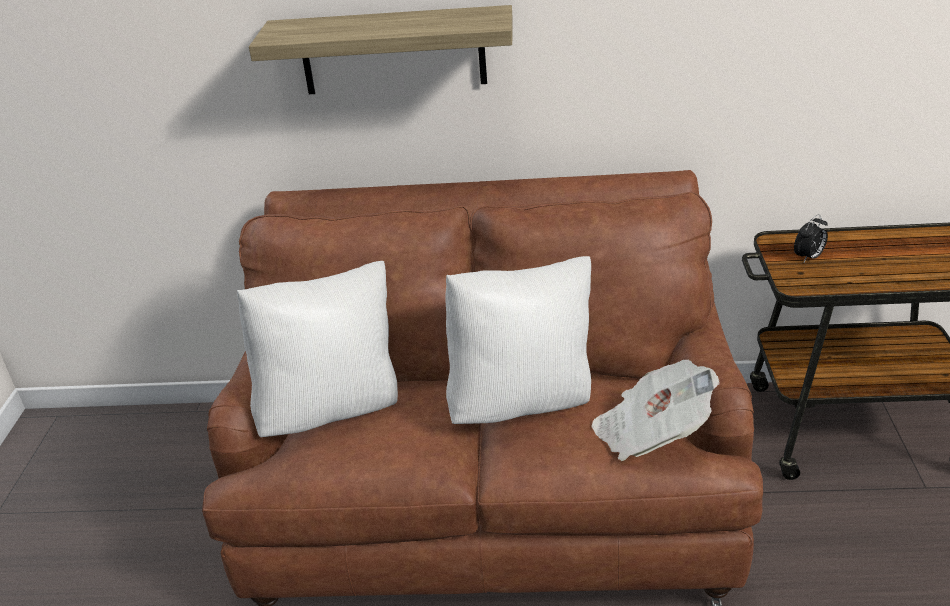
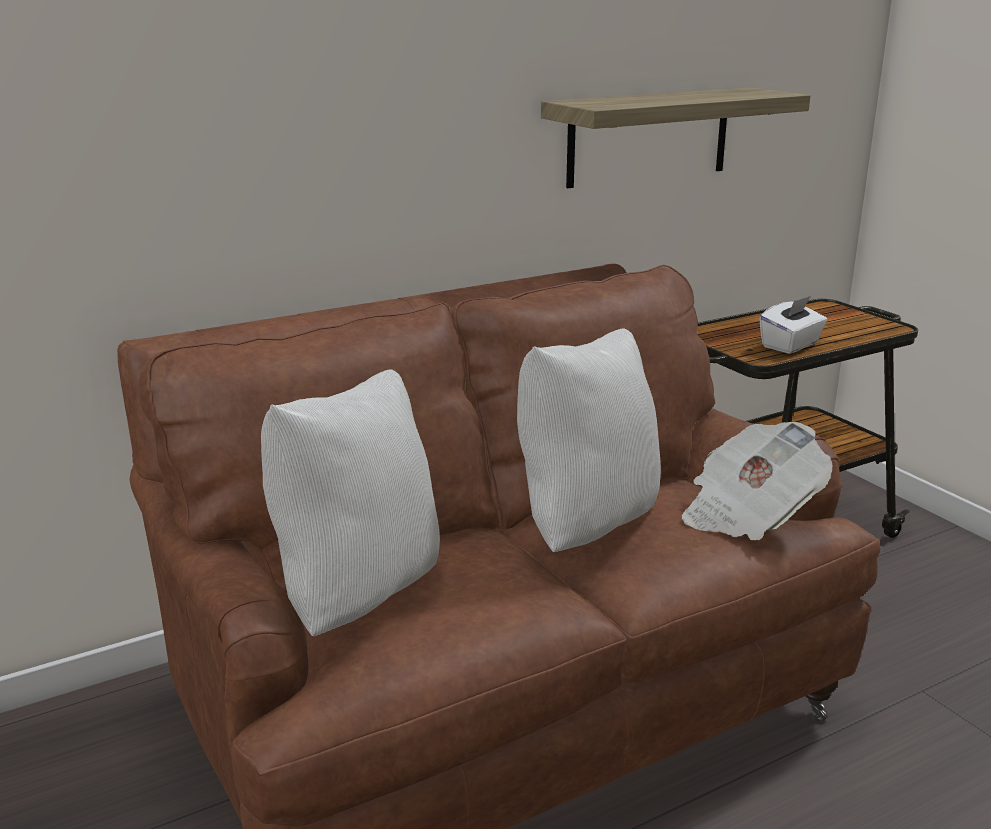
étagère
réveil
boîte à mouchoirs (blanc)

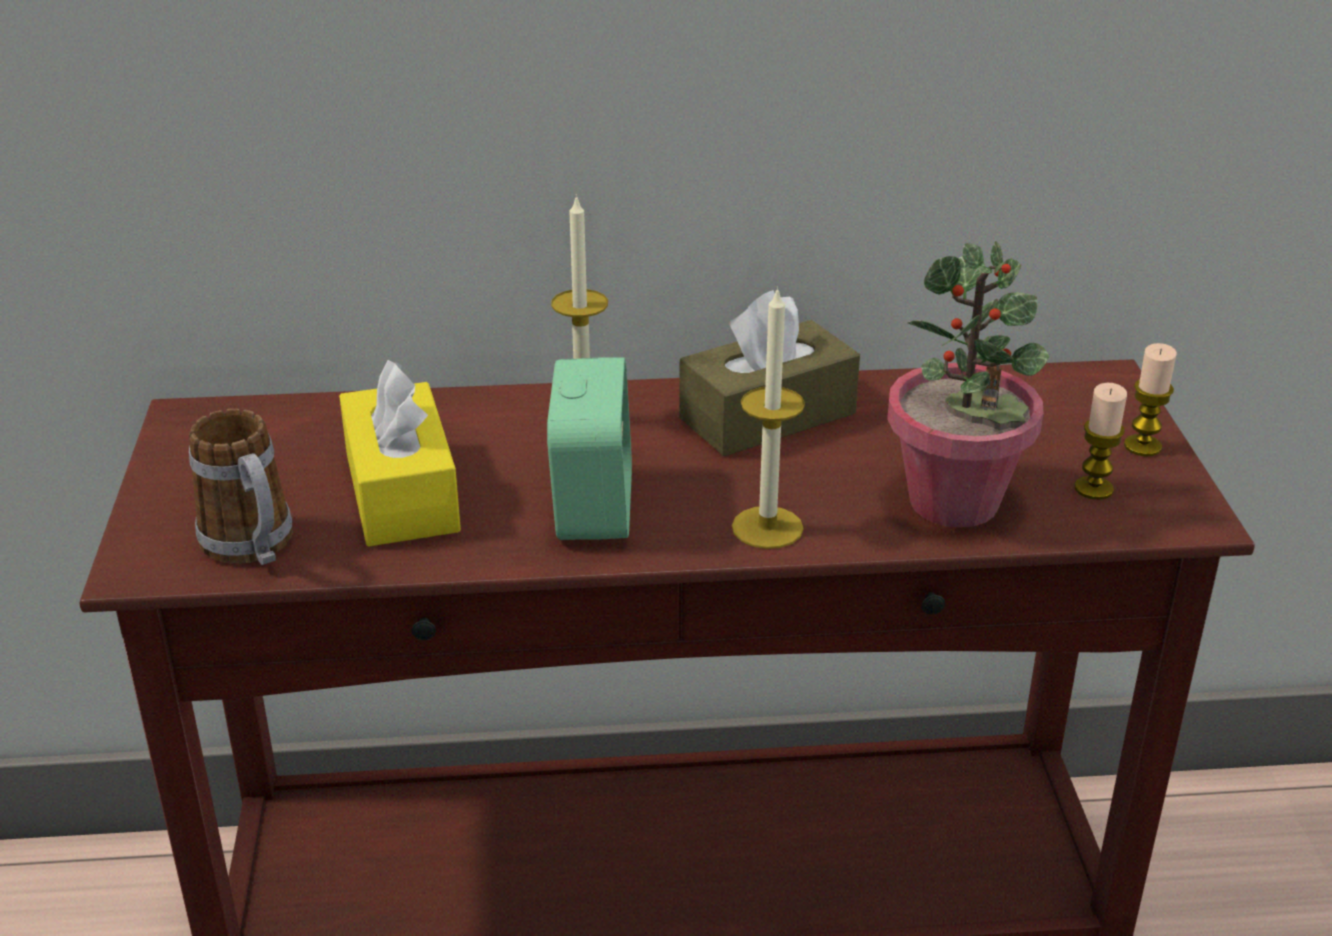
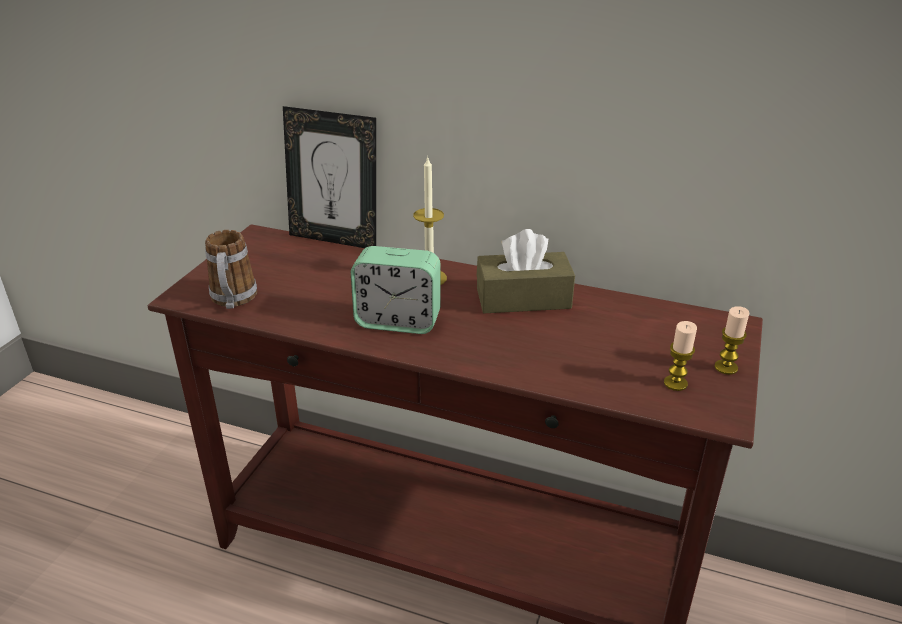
boîte à mouchoirs (jaune)
réveil
bougie (no. 2 from left in the first image)
plante en pot
cadre photo

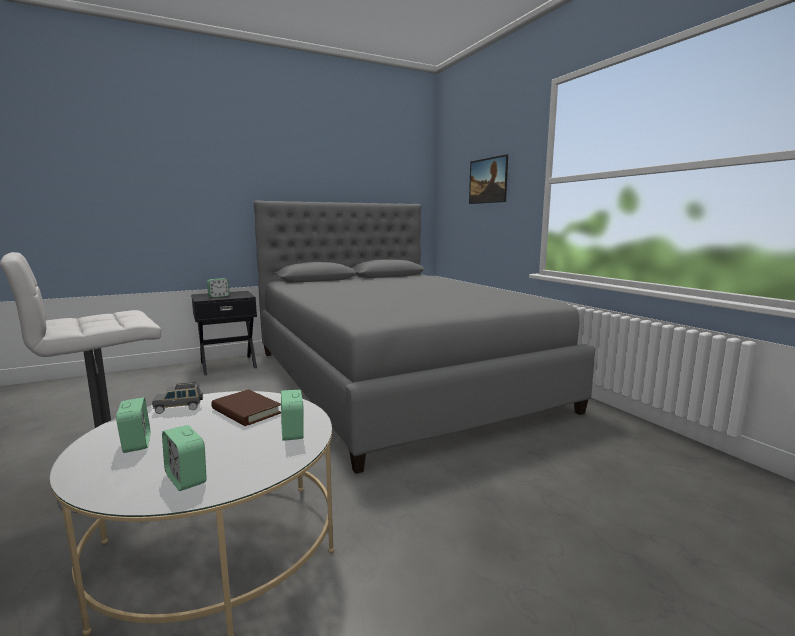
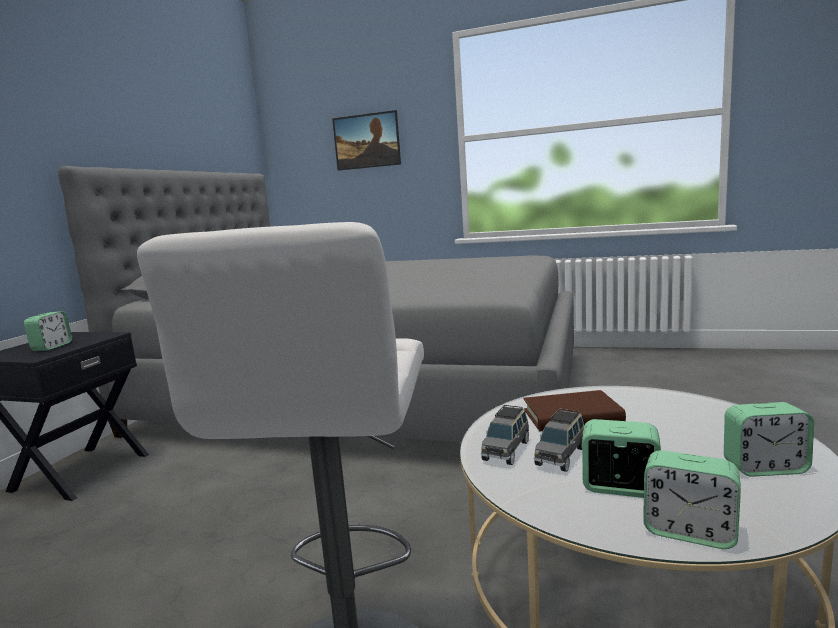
réveil (no. 3 from left)
petite voiture (gris) (no. 2 from left)

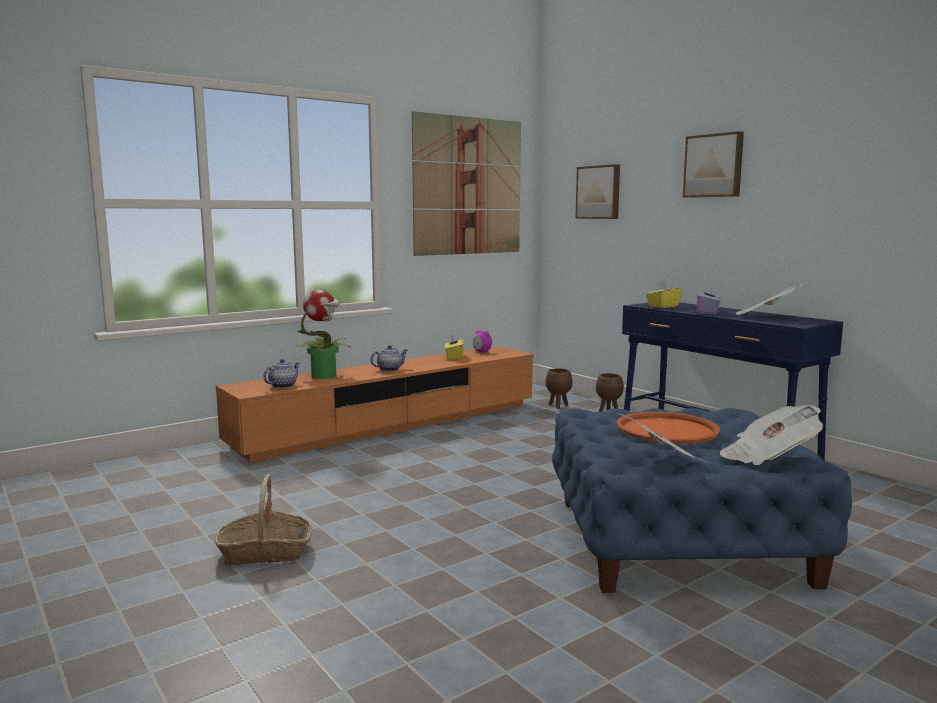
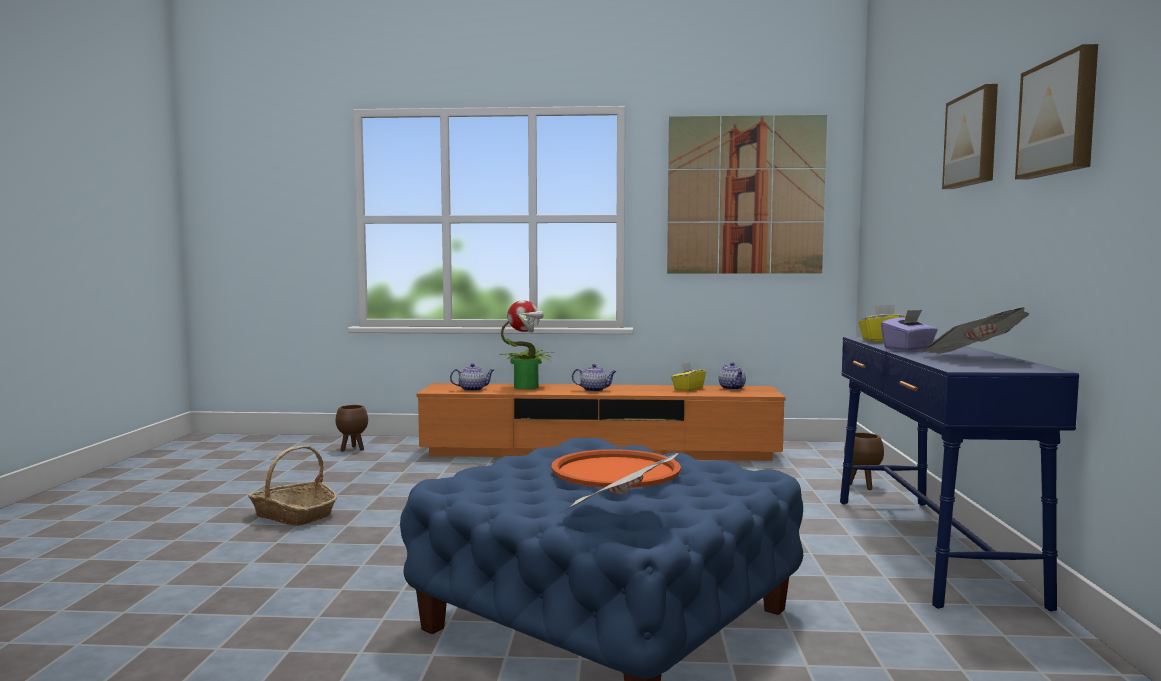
théière (no. 3 from left)
cache-pot (marron) (no. 1 from left)
tableau (no. 3 from left)
journal (no. 1 from left in the first image)

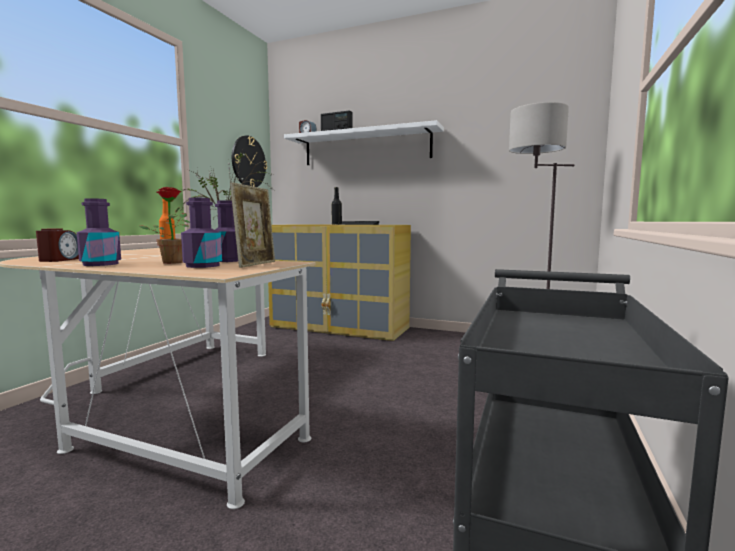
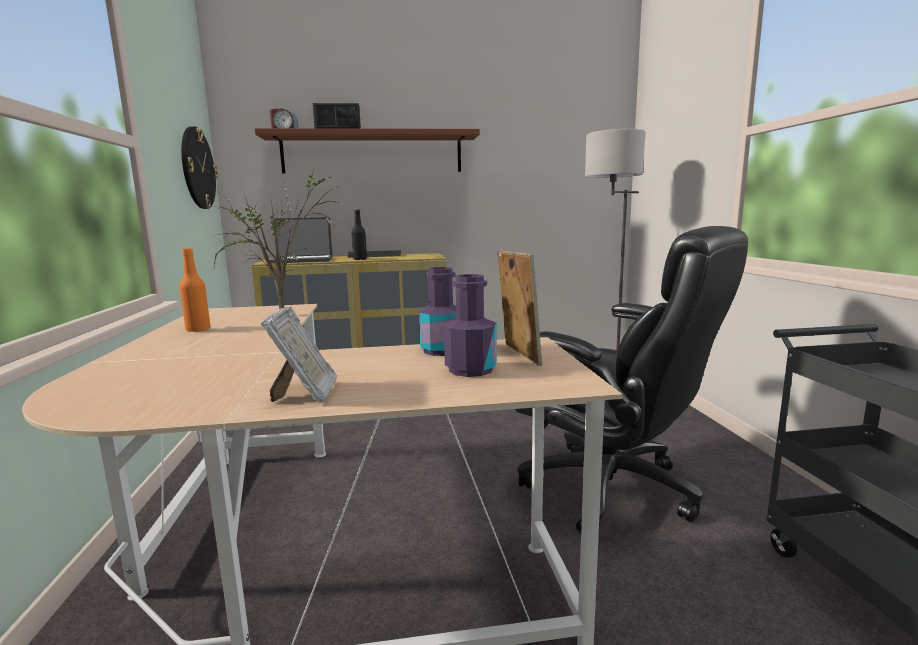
réveil (no. 1 from left in the first image)
cadre photo (no. 1 from left)
plante en pot (no. 1 from left in the first image)
étagère (marron)
ordinateur portable
chaise de bureau (noir)

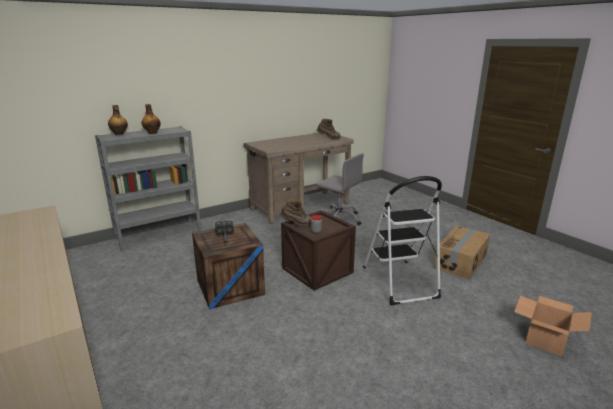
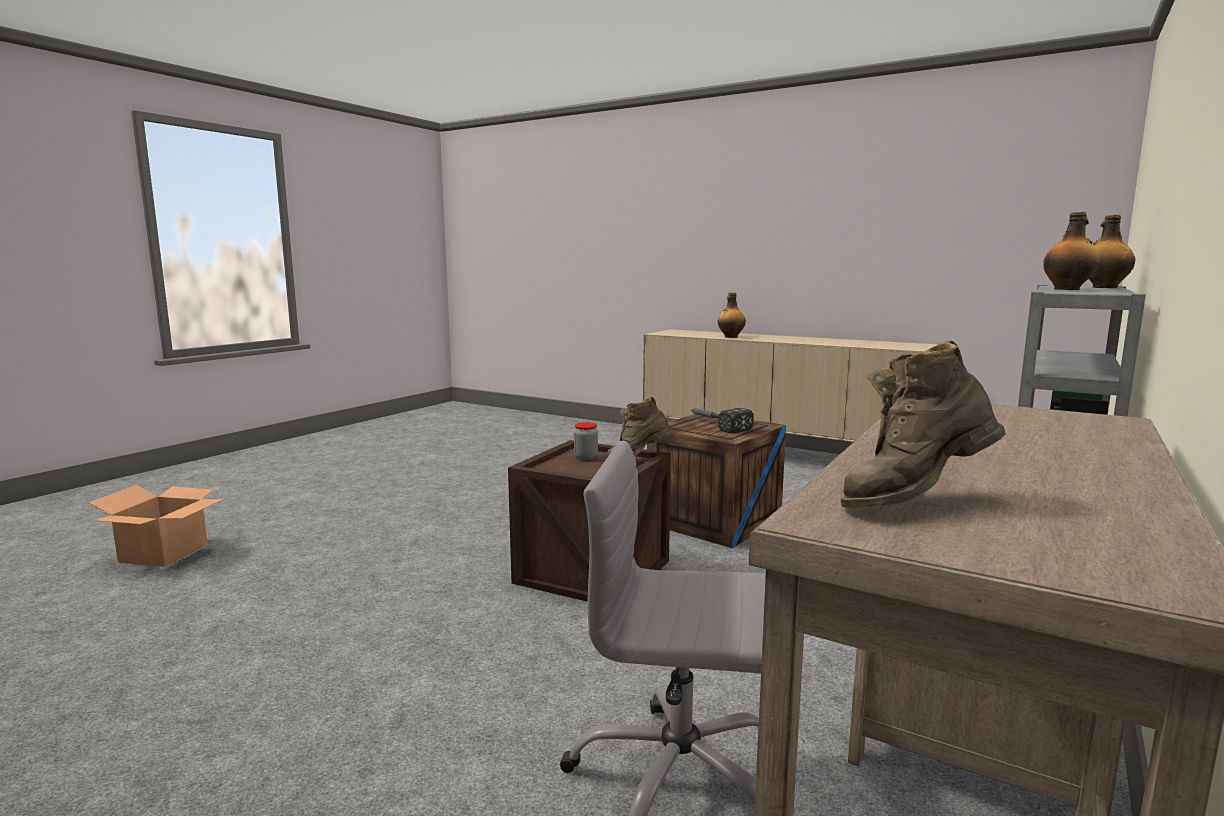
escabeau
carton (no. 1 from left in the first image)
bouteille (no. 1 from left)

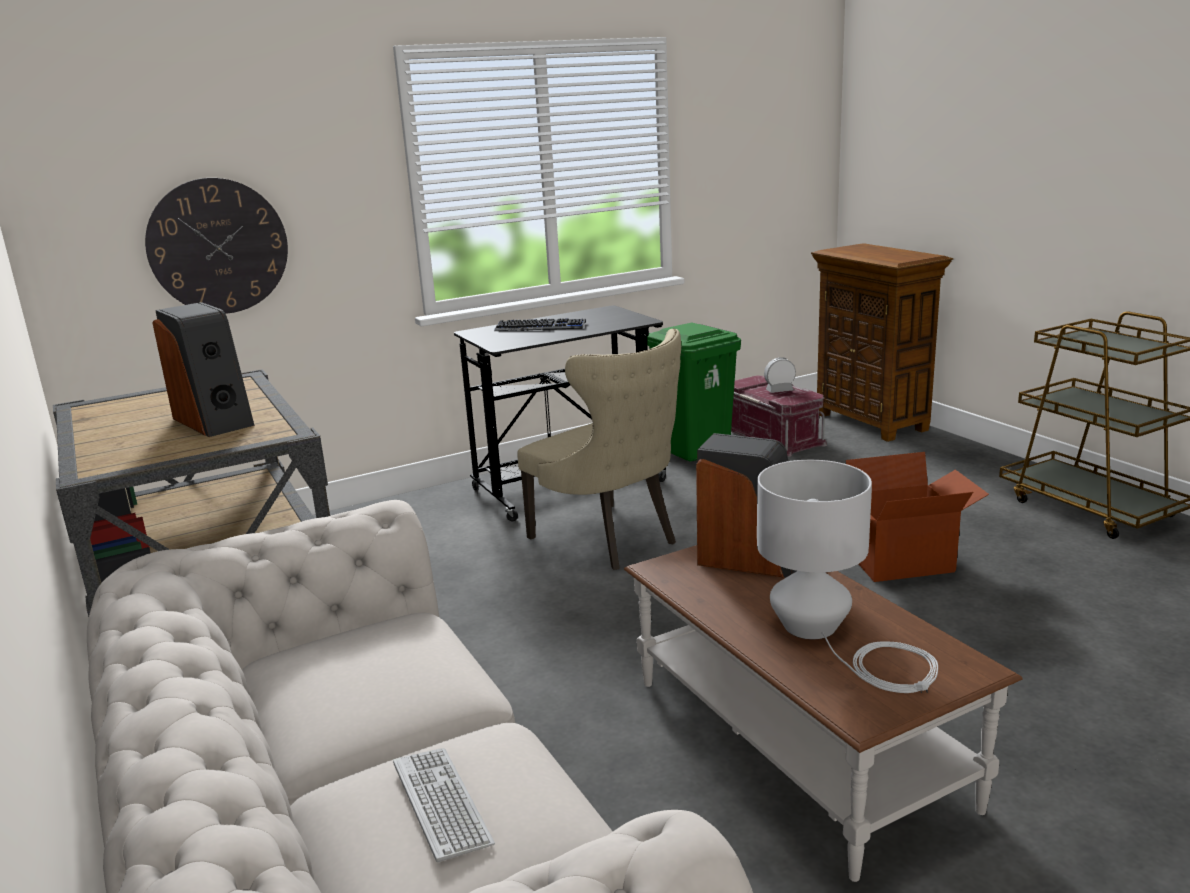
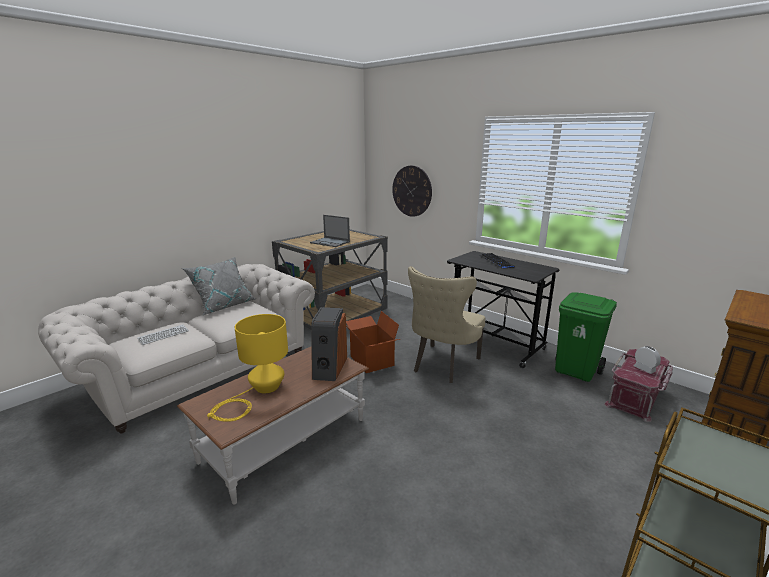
ordinateur portable
lampe de table (jaune)
carton
coussin (gris)

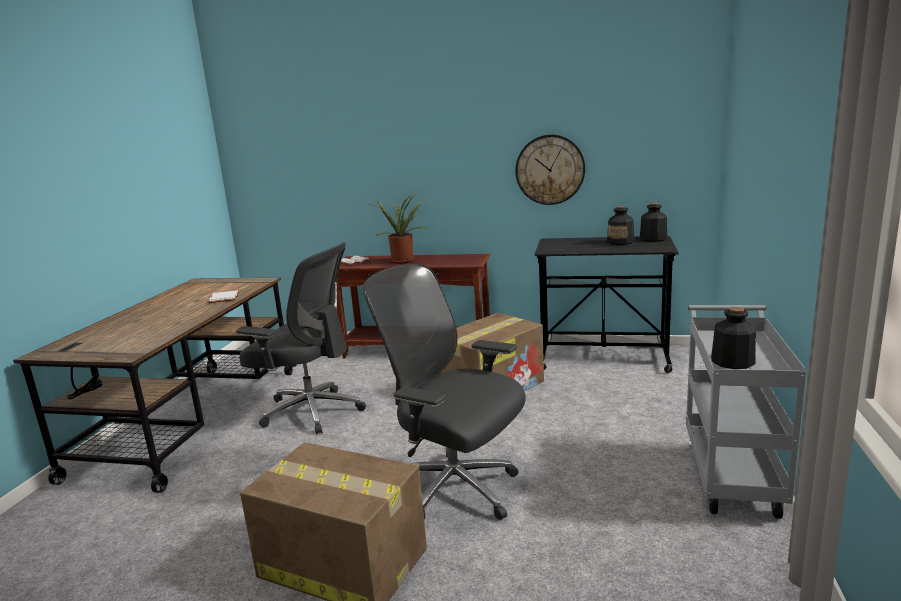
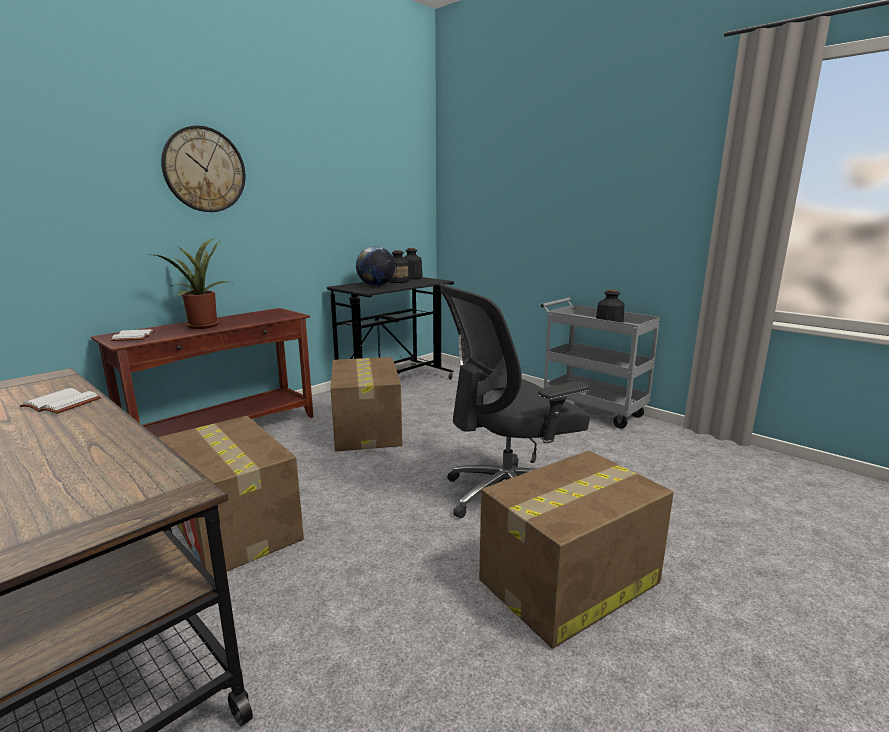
carton (no. 1 from left)
horloge murale
globe

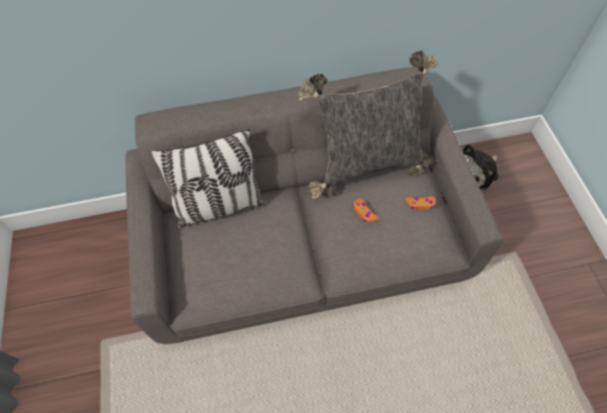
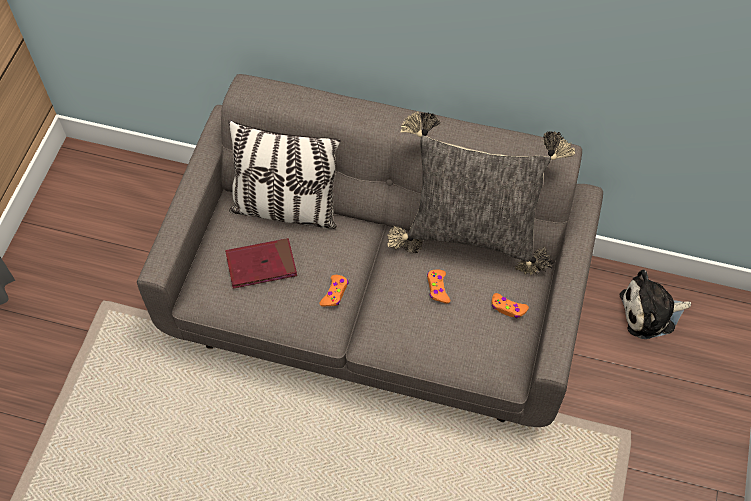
livre (rouge)
manette (orange) (no. 1 from left)

